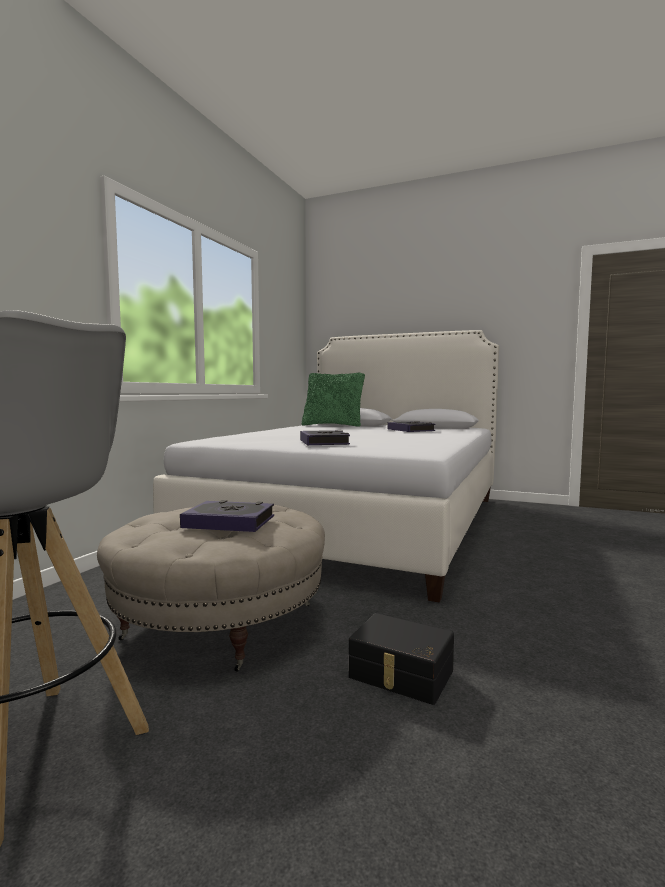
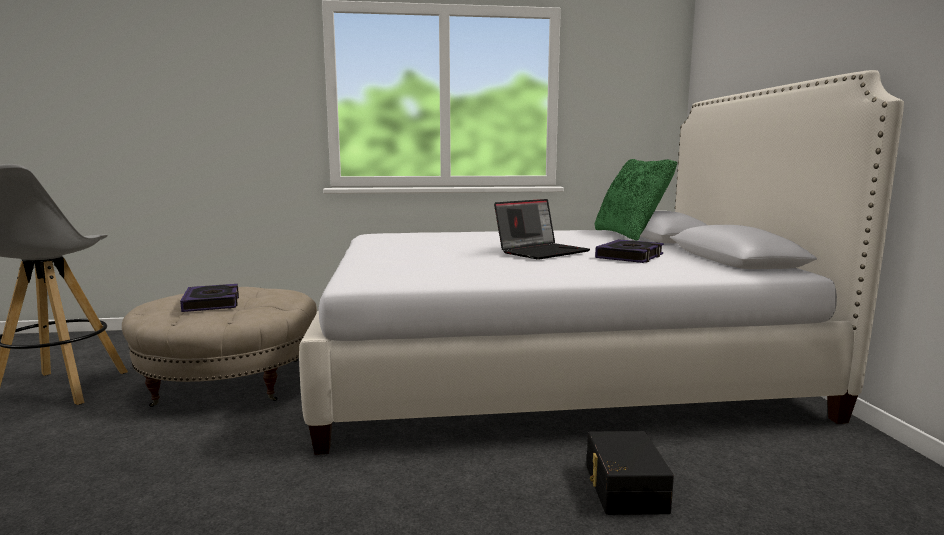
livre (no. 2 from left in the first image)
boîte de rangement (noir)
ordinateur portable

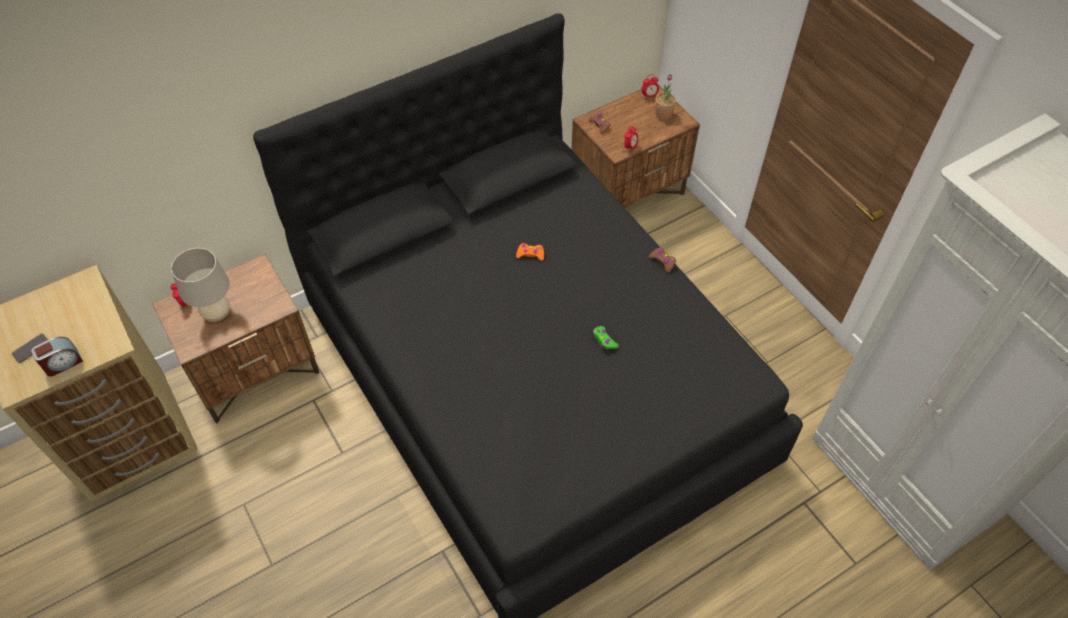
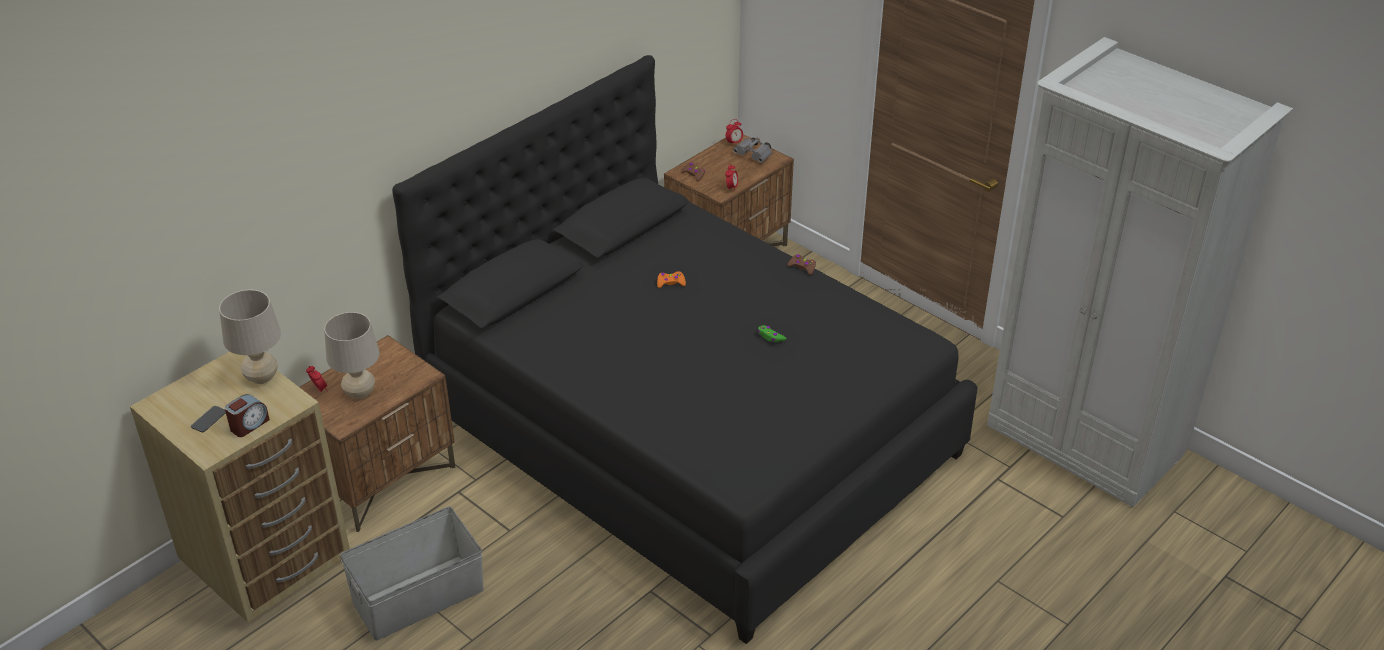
jumelles (gris)
lampe de table (beige) (no. 1 from left)
boîte de rangement (gris)

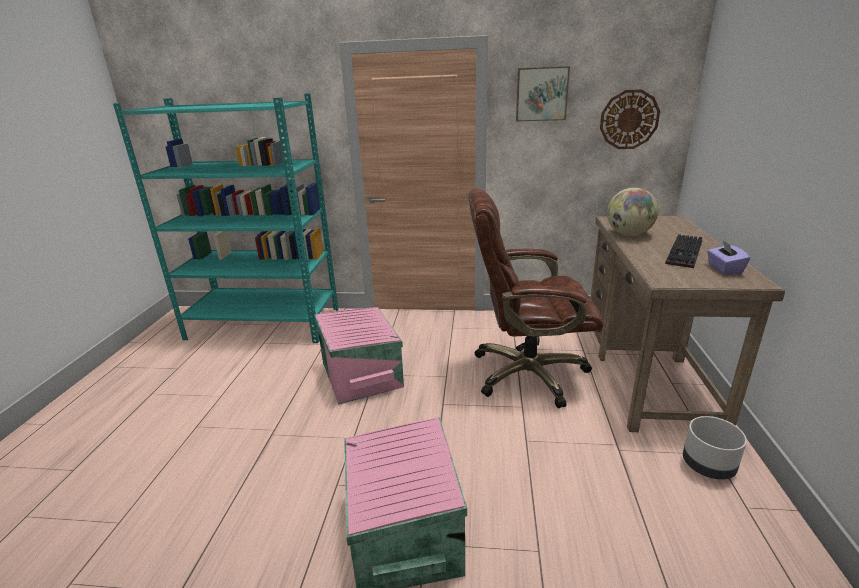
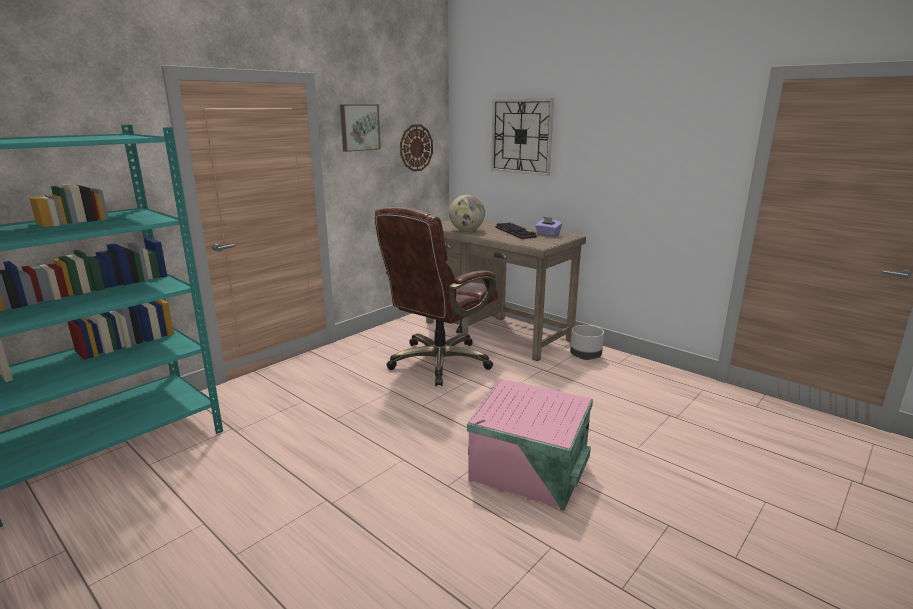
boîte de rangement (rose) (no. 1 from left in the first image)
horloge murale (no. 2 from left)

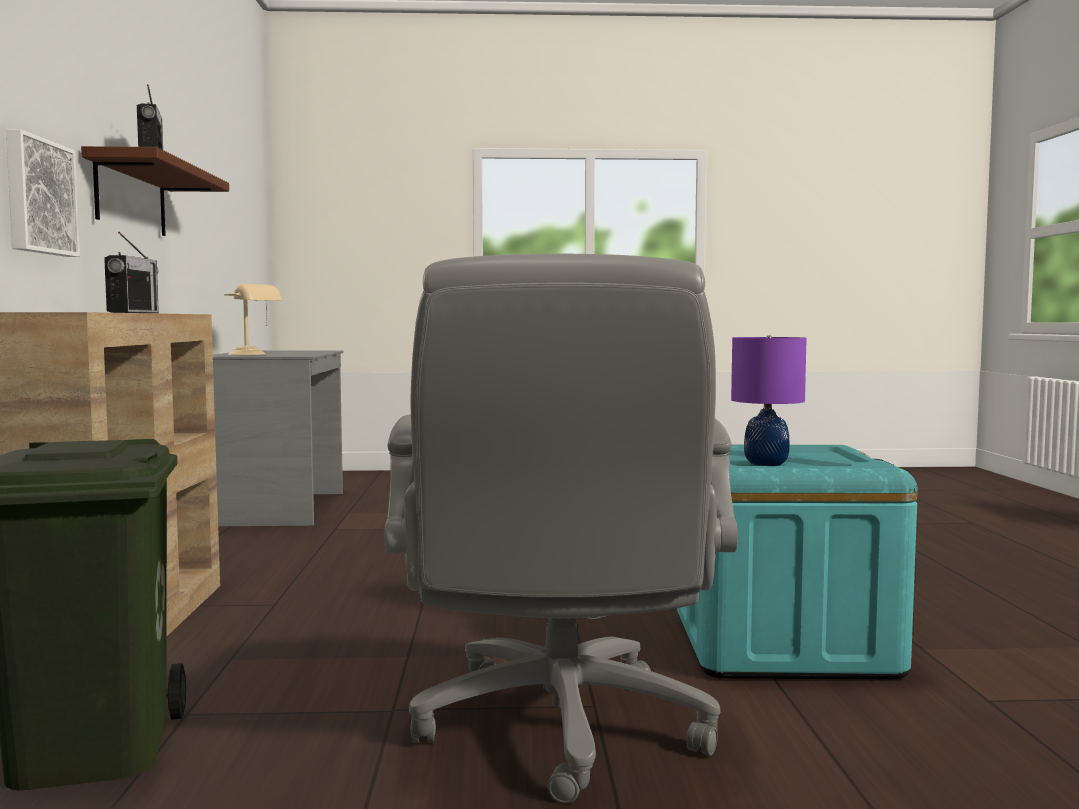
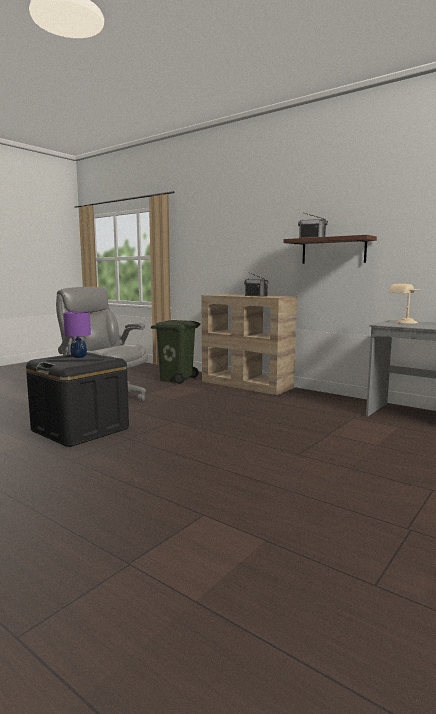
tableau
boîte de rangement (noir)

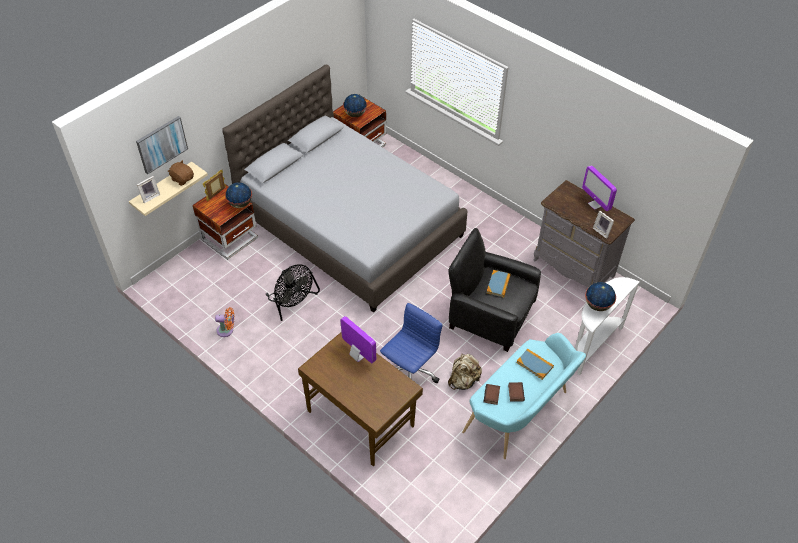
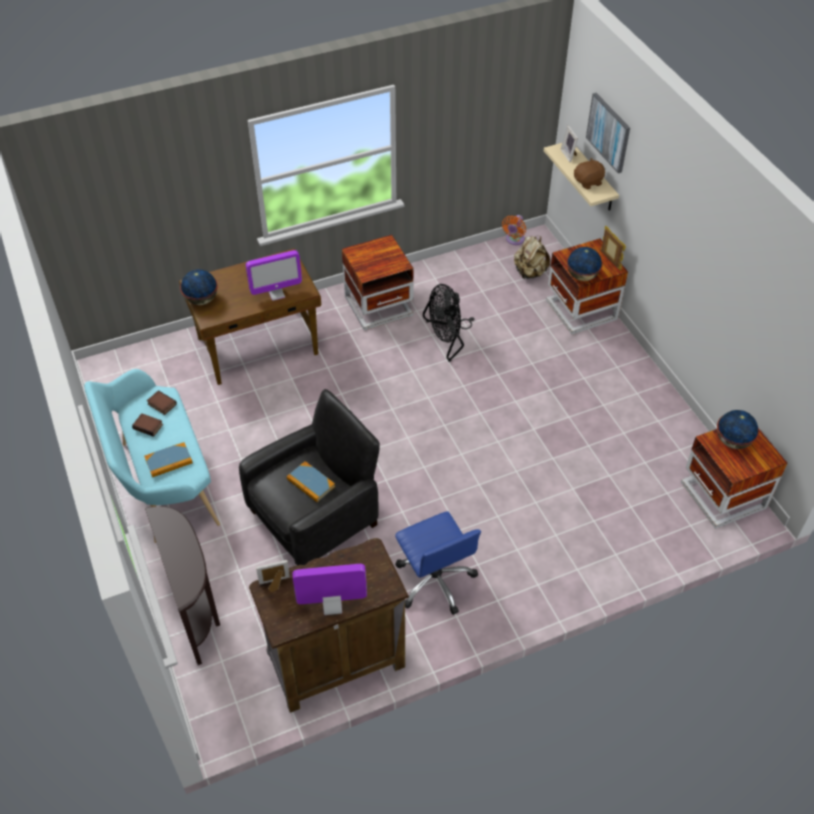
ventilateur (orange)
lit (gris)
chaise de bureau (bleu)
sac à dos (beige)
table console (marron)
globe (no. 1 from left)
table de chevet (no. 1 from left)

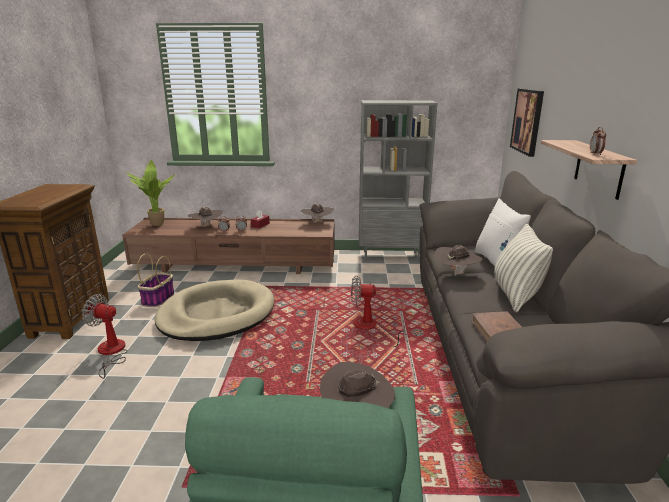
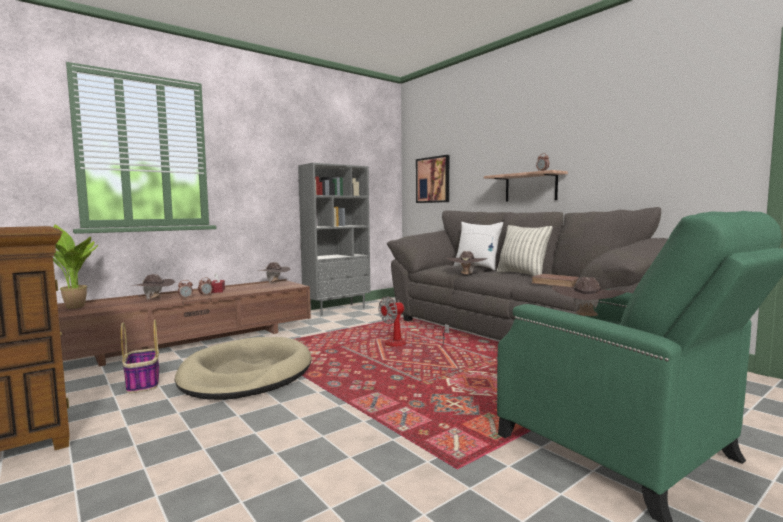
ventilateur (no. 1 from left in the first image)

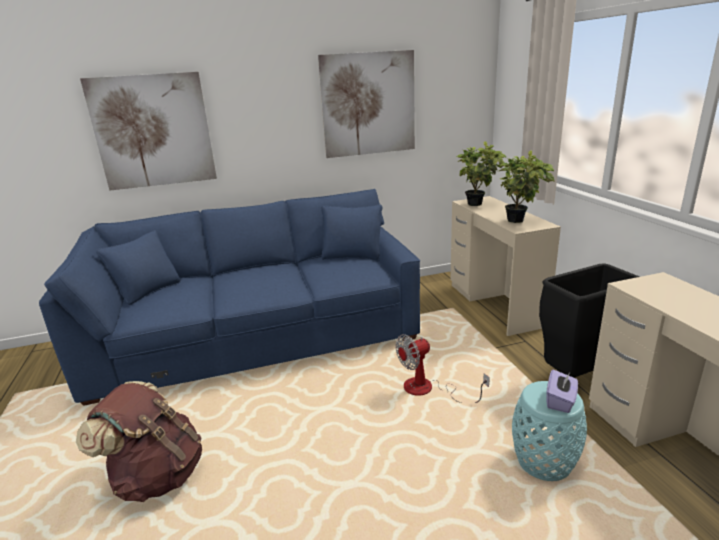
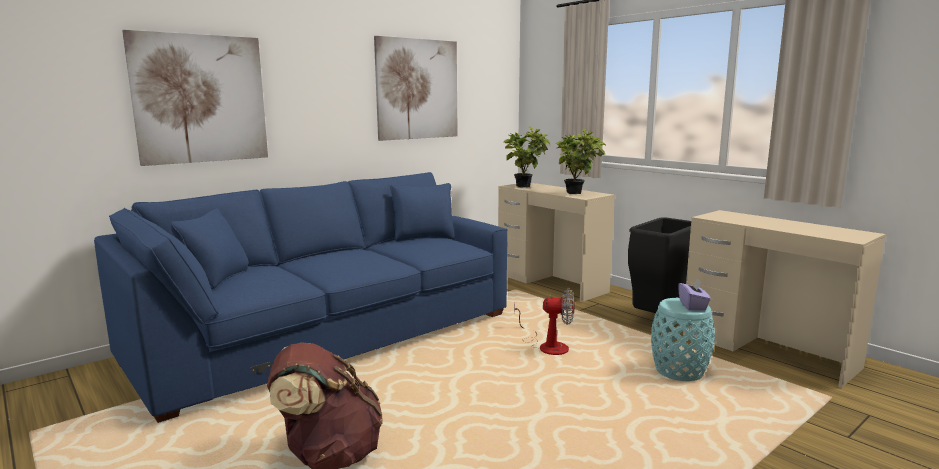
ventilateur

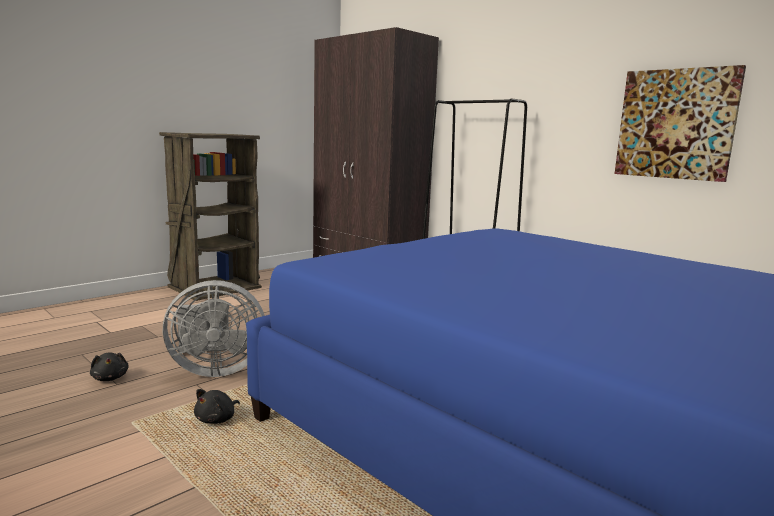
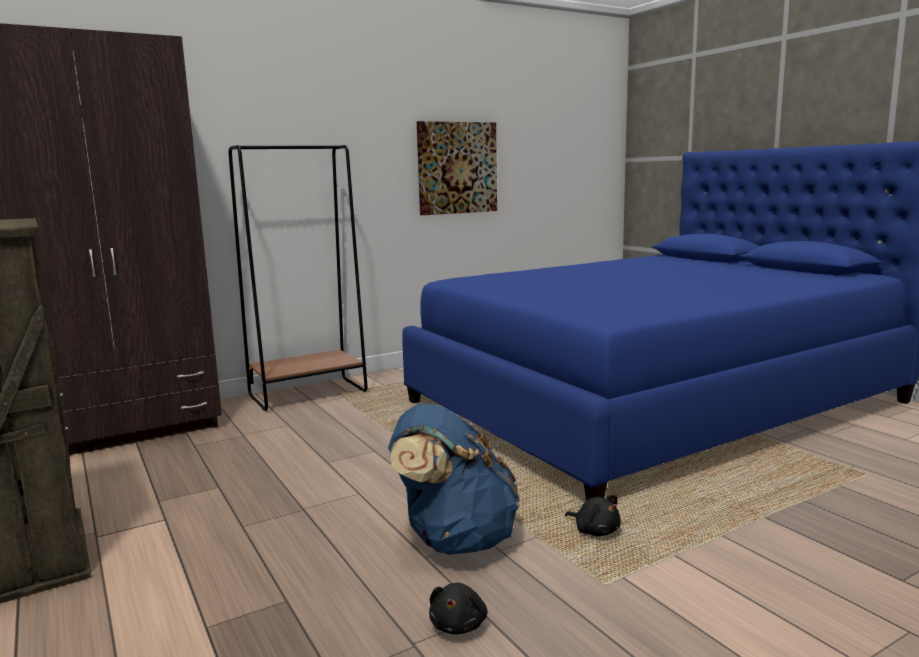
peluche (noir) (no. 1 from left)
sac à dos (bleu)

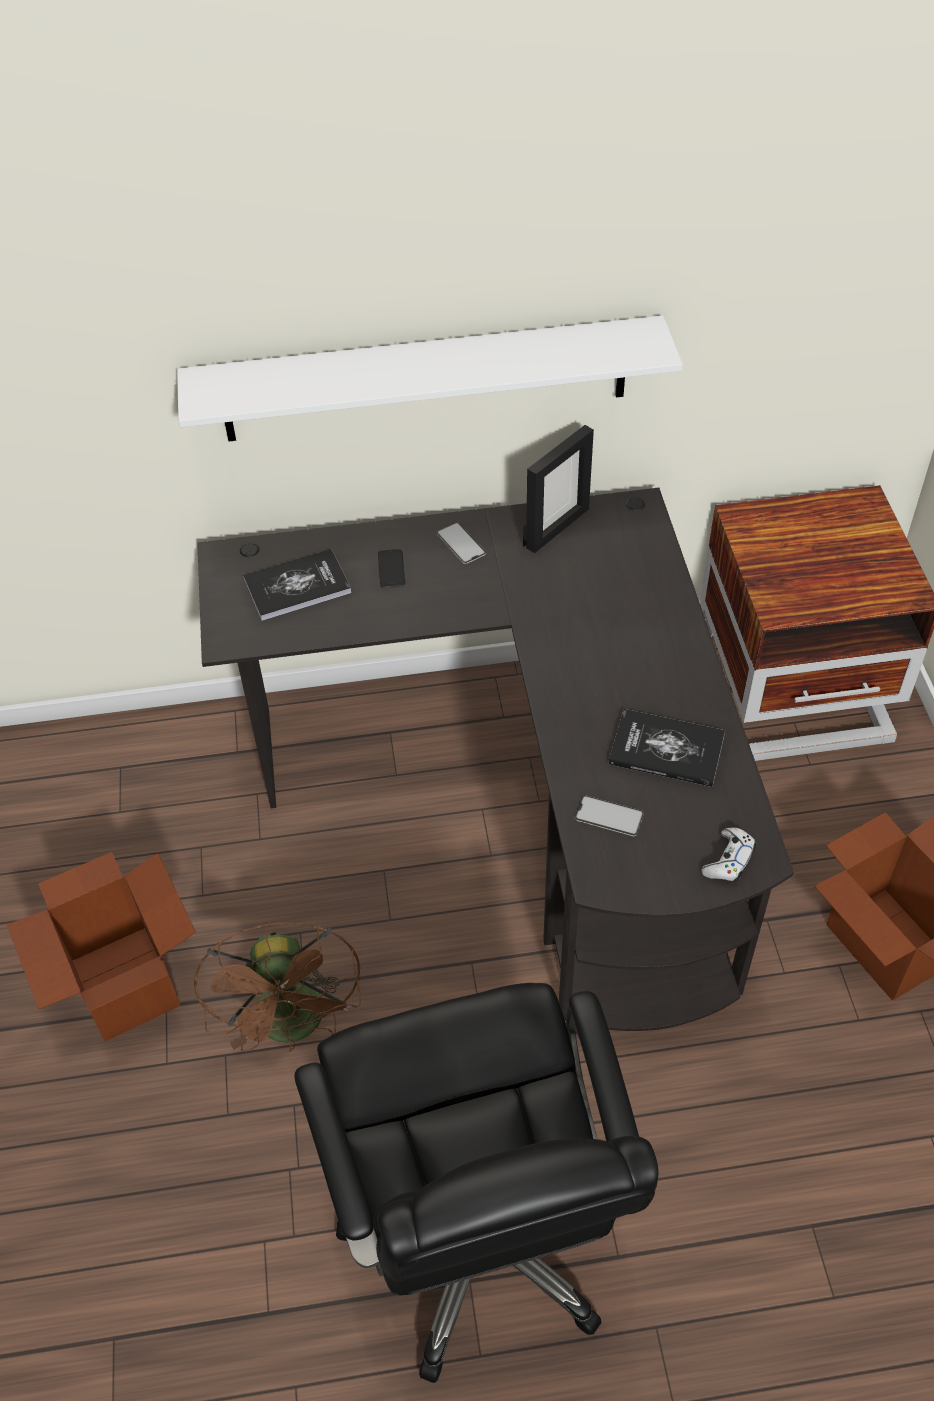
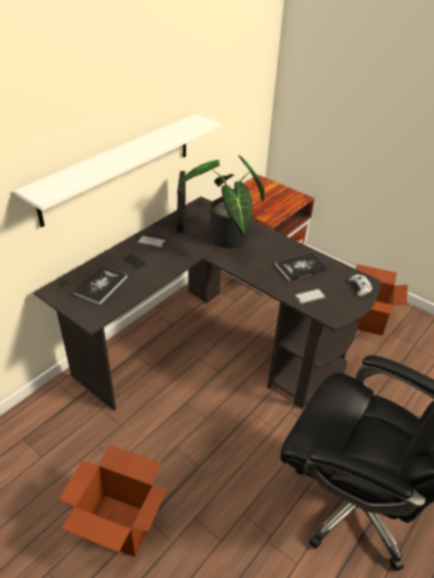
ventilateur (marron)
plante en pot

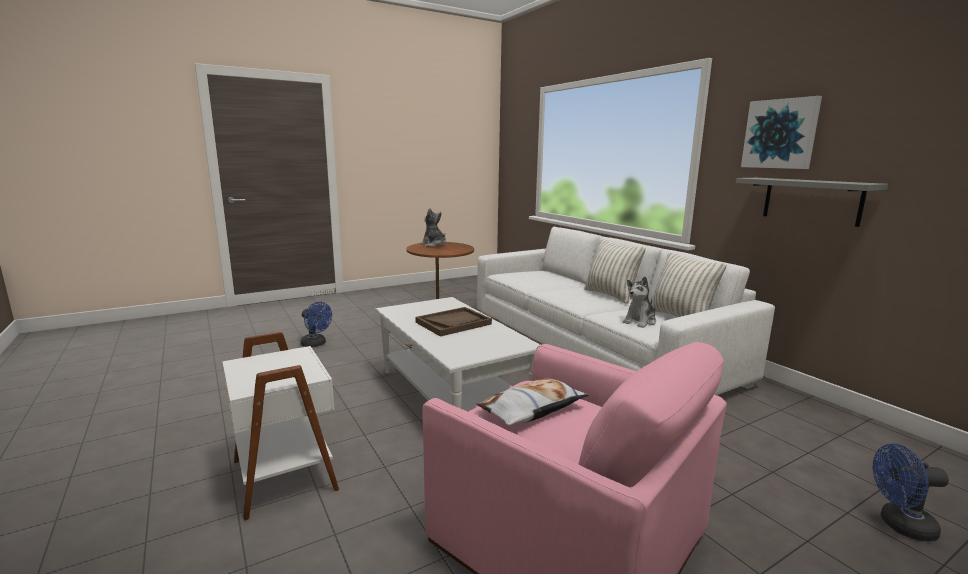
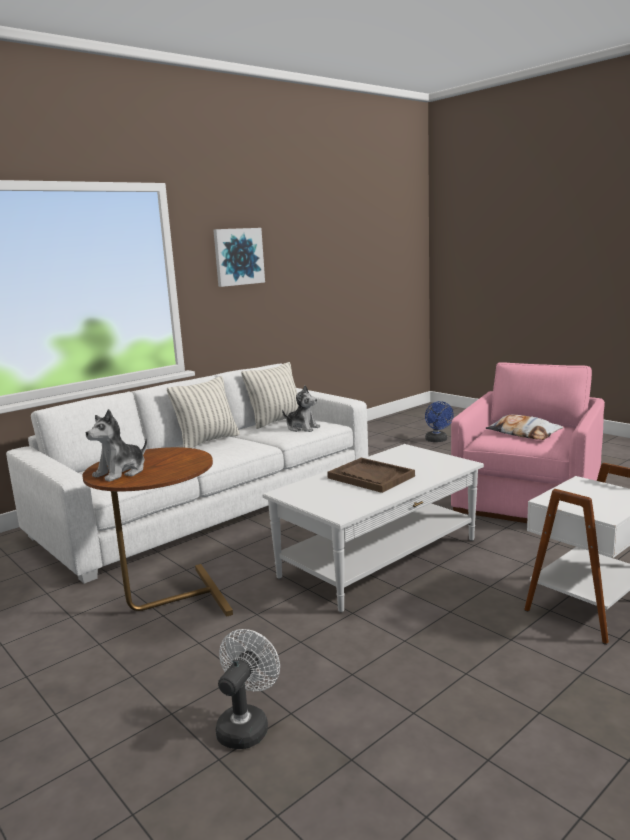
ventilateur (blanc)
étagère (gris)

